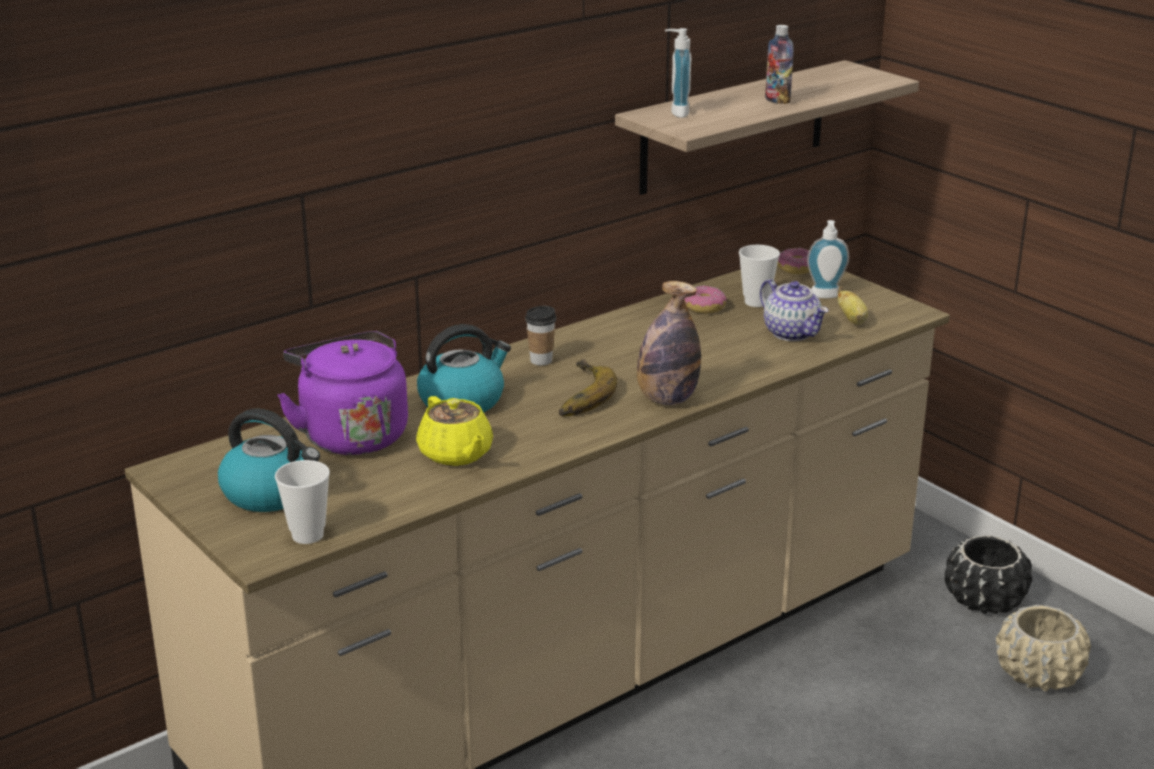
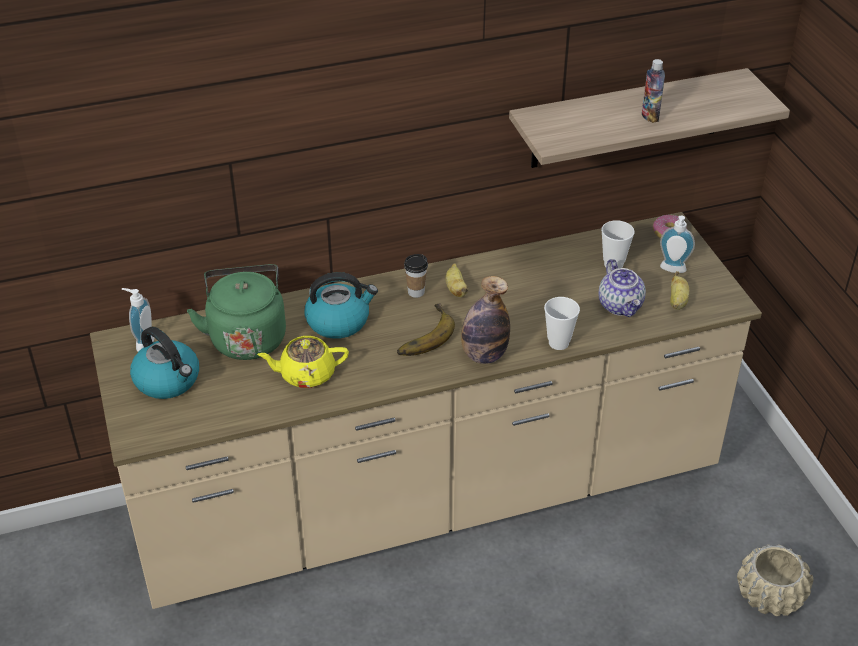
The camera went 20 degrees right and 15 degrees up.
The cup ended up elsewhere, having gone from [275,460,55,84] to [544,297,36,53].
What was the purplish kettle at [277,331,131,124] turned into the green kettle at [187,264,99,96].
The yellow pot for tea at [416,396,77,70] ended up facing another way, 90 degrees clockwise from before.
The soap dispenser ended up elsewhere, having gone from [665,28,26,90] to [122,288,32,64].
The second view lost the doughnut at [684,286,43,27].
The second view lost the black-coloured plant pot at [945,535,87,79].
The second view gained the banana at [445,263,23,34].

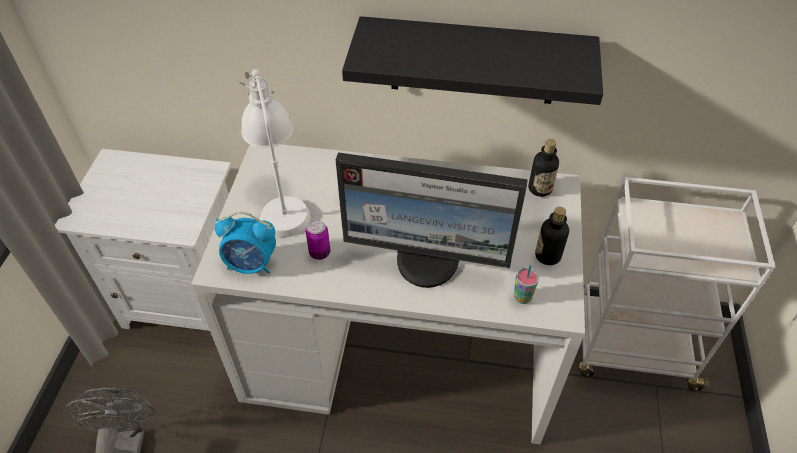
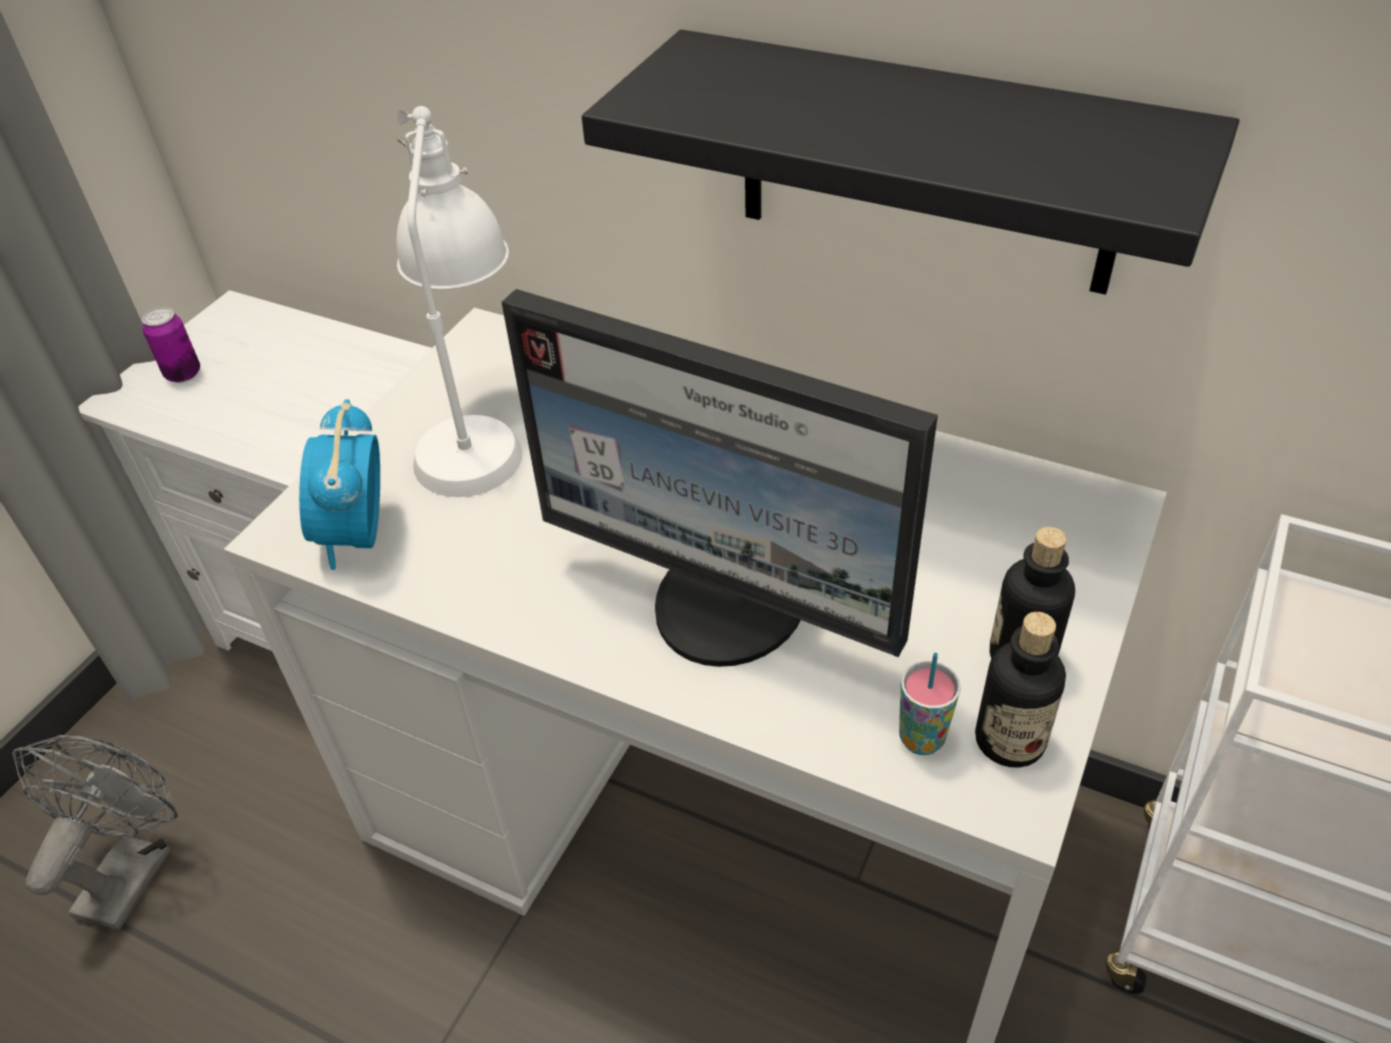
The camera went 20 degrees right and 5 degrees down.
The table clock at [215,212,61,62] ended up facing another way, 60 degrees clockwise from before.
The sealed can ended up elsewhere, having gone from [306,220,24,40] to [142,307,58,76].
The drink bottle ended up elsewhere, having gone from [528,139,31,58] to [975,612,91,156].

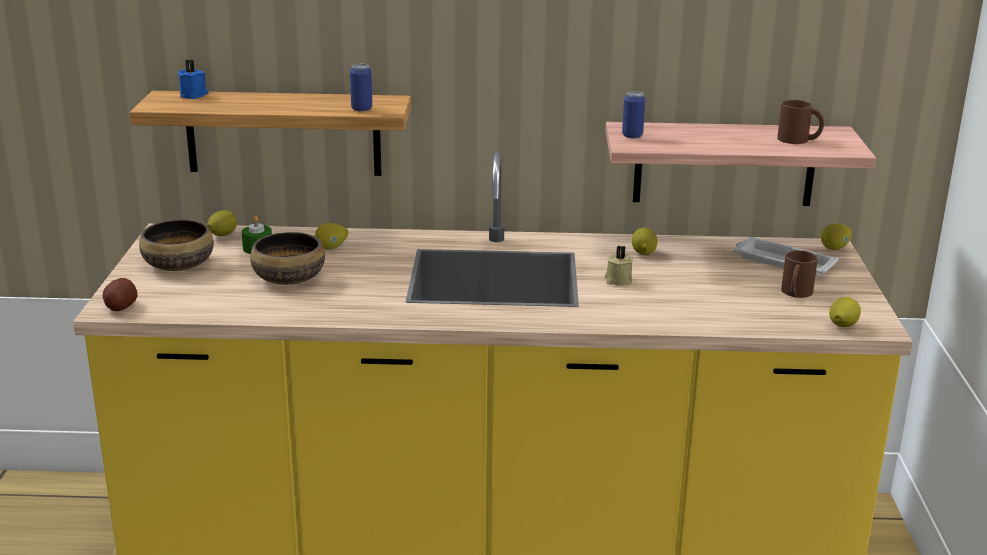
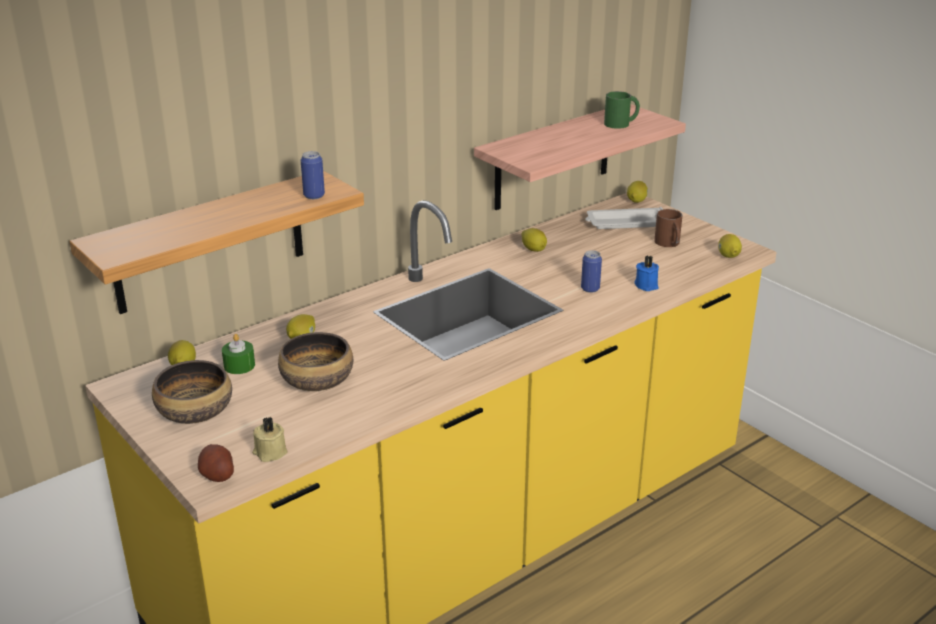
The camera went 40 degrees left and 5 degrees up.
The blue candle ended up elsewhere, having gone from [178,59,31,40] to [634,255,25,36].
The beige-coloured candle ended up elsewhere, having gone from [605,245,28,41] to [252,417,35,45].
The sealed can ended up elsewhere, having gone from [622,91,23,47] to [581,250,21,43].
What was the brownish coffee mug at [777,100,47,44] turned into the green coffee mug at [604,91,36,38].

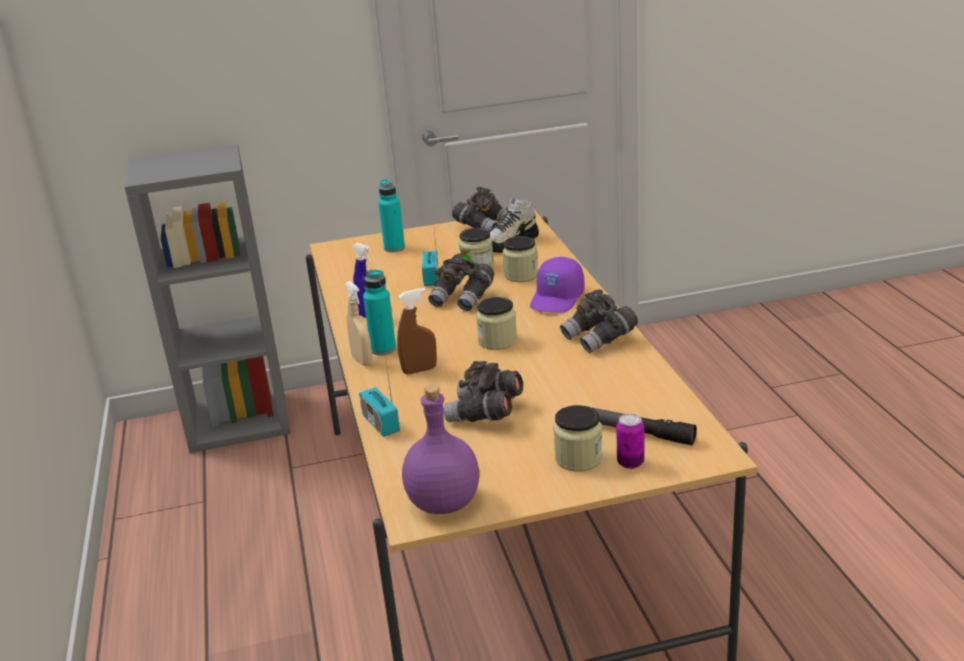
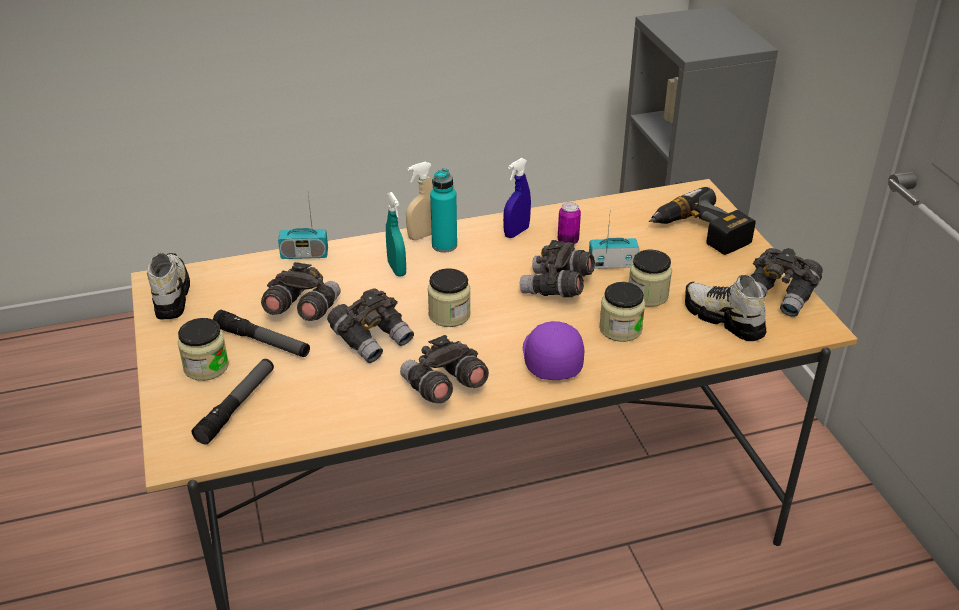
The camera went 85 degrees right and 10 degrees up.
The radio receiver at [359,362,41,75] ended up facing another way, 150 degrees counterclockwise from before.
Where the turquoise-coloured drink bottle stood at [378,179,27,73], the drill came to stand at [649,187,107,68].
What was the brownish spray bottle at [397,288,40,86] turned into the turquoise-coloured spray bottle at [386,192,20,85].
Where the purplish drink bottle stood at [402,385,77,129], the shoe came to stand at [147,253,43,66].
The purplish cap at [530,257,55,56] ended up facing another way, 60 degrees clockwise from before.
The sealed can ended up elsewhere, having gone from [616,414,28,55] to [558,202,23,42].
The second view gained the torch at [213,310,97,47].
The second view gained the gray binoculars at [327,288,87,75].

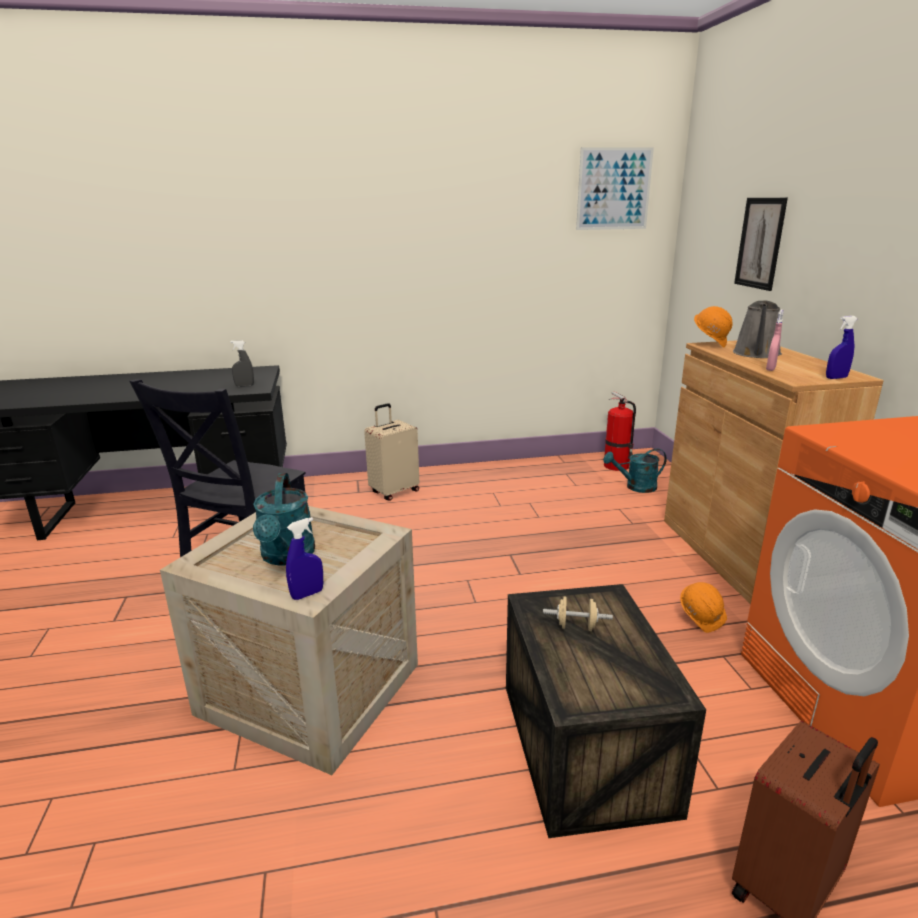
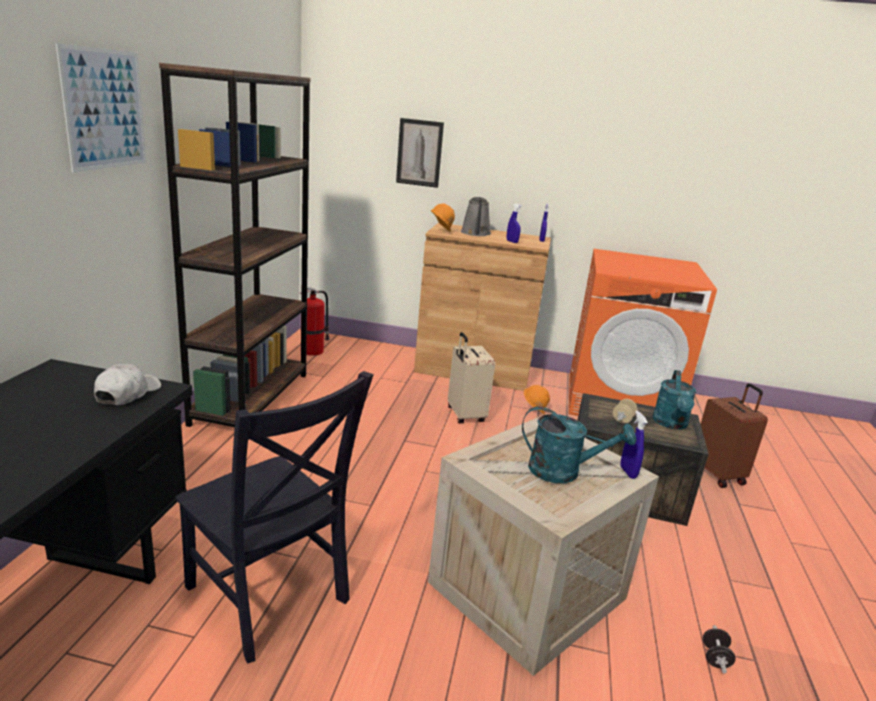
The camera went 70 degrees left and 0 degrees up.
Where the gray spray bottle stood at [230,340,24,47], the white-coloured cap came to stand at [94,364,67,41].
The beige-coloured suitcase ended up elsewhere, having gone from [364,403,55,98] to [448,332,47,91].
The picture ended up elsewhere, having gone from [576,147,78,83] to [55,43,92,130].
The turquoise-coloured sprinkling can ended up elsewhere, having gone from [603,449,64,44] to [653,370,44,59].
The gray sprinkling can at [733,301,49,57] ended up facing another way, 45 degrees clockwise from before.
What was the pink-coloured spray bottle at [766,310,18,61] turned into the blue spray bottle at [507,203,15,40].
The second view gained the brownish bookshelf at [159,63,152,364].
The second view gained the black-coloured hand weight at [703,625,33,49].

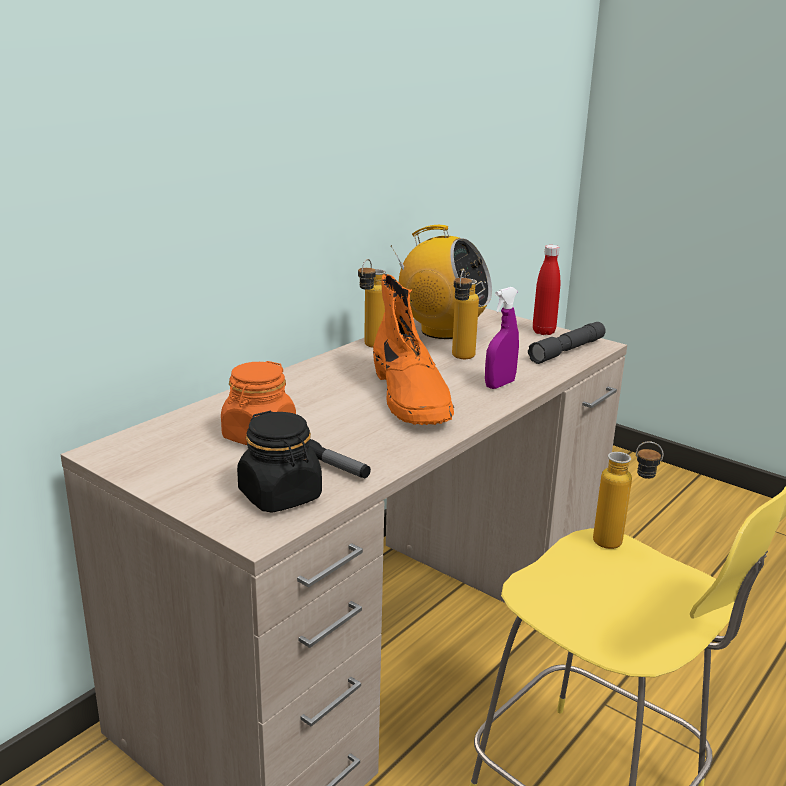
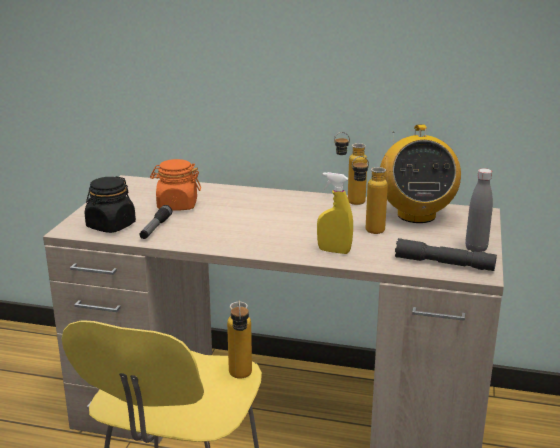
The camera went 65 degrees right and 0 degrees up.
The second view lost the orange high-top boot at [373,274,81,151].
What was the purplish spray bottle at [485,287,34,102] turned into the yellow spray bottle at [317,172,36,82].
What was the reddish drink bottle at [533,245,27,90] turned into the gray drink bottle at [465,168,28,84].

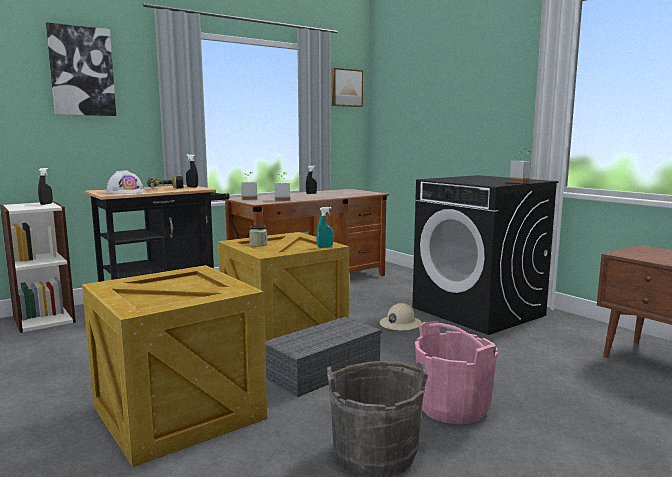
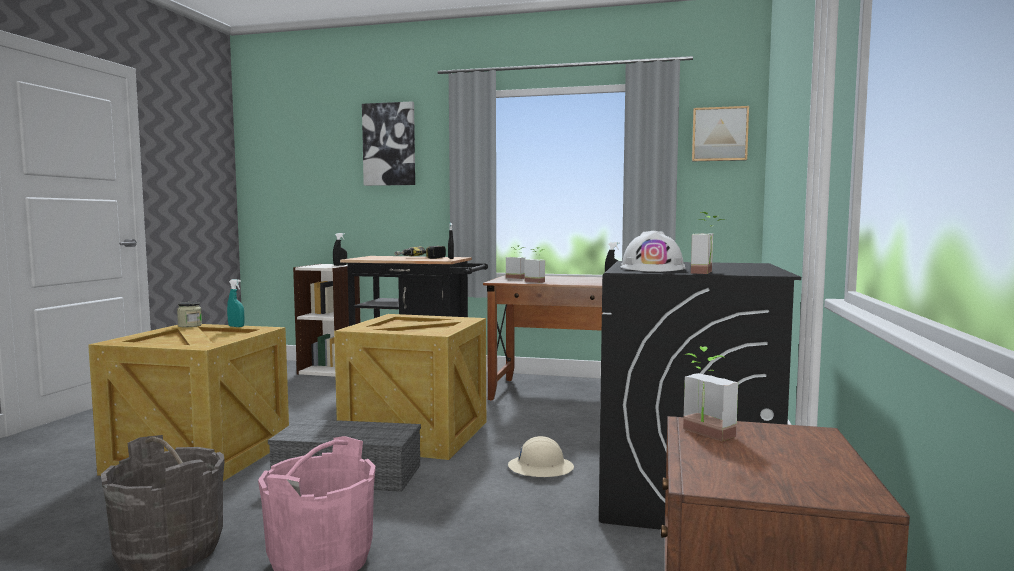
The camera went 50 degrees right and 5 degrees down.
The white-coloured safety helmet ended up elsewhere, having gone from [106,170,39,24] to [621,231,64,41].
The storage jar ended up elsewhere, having gone from [249,225,18,22] to [177,302,25,25].
The turquoise-coloured spray bottle ended up elsewhere, having gone from [316,207,18,41] to [227,279,17,48].
The second view gained the houseplant at [683,346,55,95].

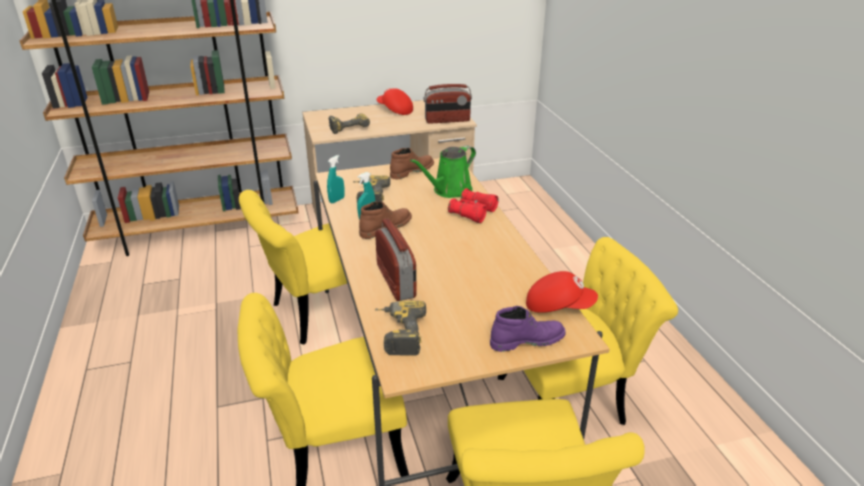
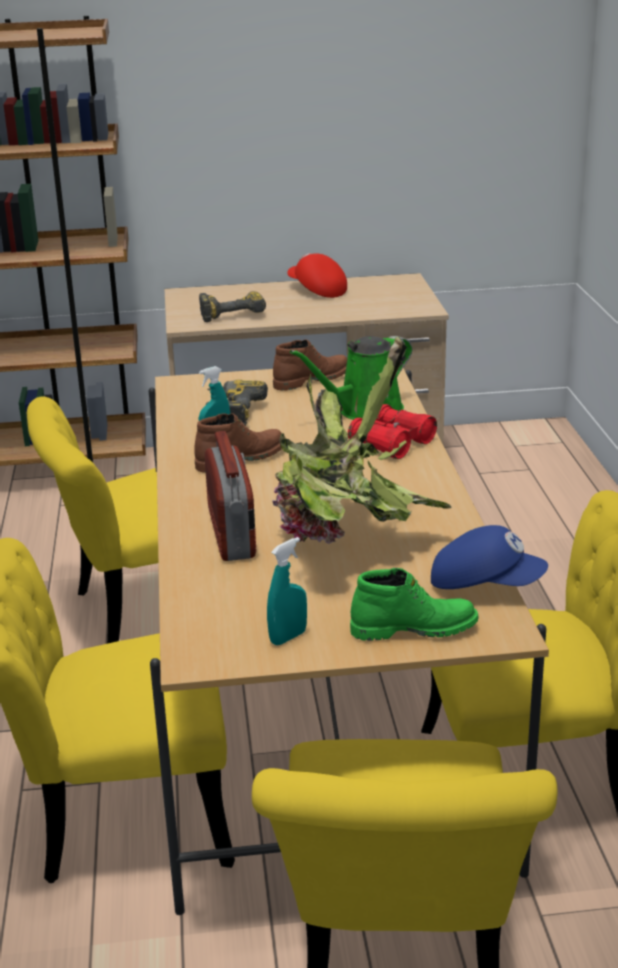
The camera went 10 degrees right and 5 degrees down.
The turquoise-coloured spray bottle ended up elsewhere, having gone from [327,155,18,48] to [267,537,40,108].
The second view lost the drill at [375,301,51,54].
The second view lost the radio receiver at [424,84,48,40].
What was the purplish high-top boot at [490,306,76,46] turned into the green high-top boot at [350,568,128,73].
What was the reddish cap at [526,271,72,42] turned into the blue cap at [431,525,117,64].
The second view gained the houseplant at [272,336,179,208].

